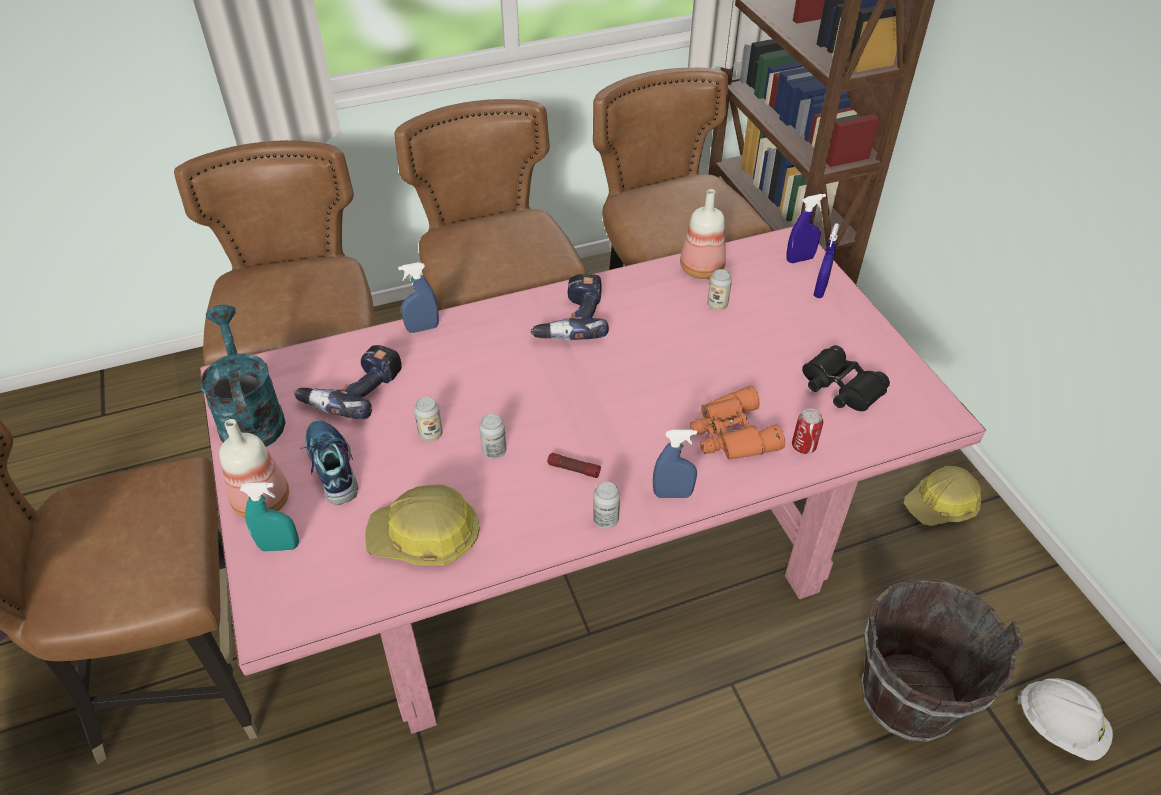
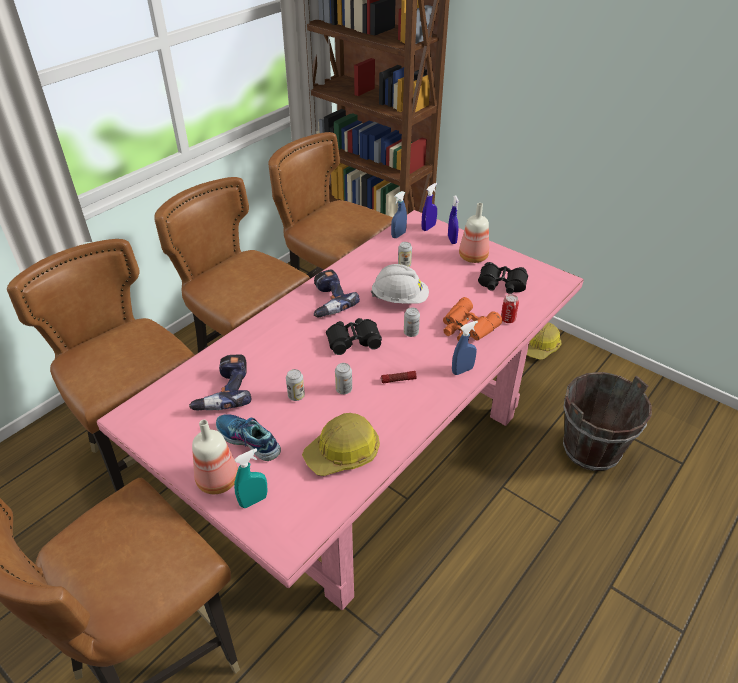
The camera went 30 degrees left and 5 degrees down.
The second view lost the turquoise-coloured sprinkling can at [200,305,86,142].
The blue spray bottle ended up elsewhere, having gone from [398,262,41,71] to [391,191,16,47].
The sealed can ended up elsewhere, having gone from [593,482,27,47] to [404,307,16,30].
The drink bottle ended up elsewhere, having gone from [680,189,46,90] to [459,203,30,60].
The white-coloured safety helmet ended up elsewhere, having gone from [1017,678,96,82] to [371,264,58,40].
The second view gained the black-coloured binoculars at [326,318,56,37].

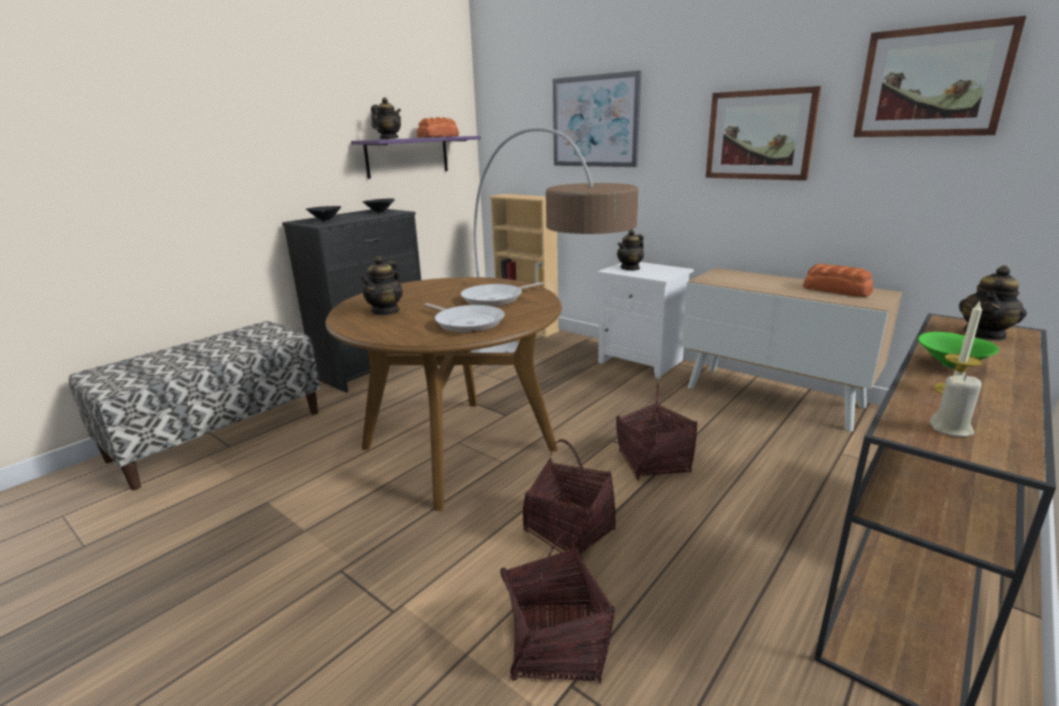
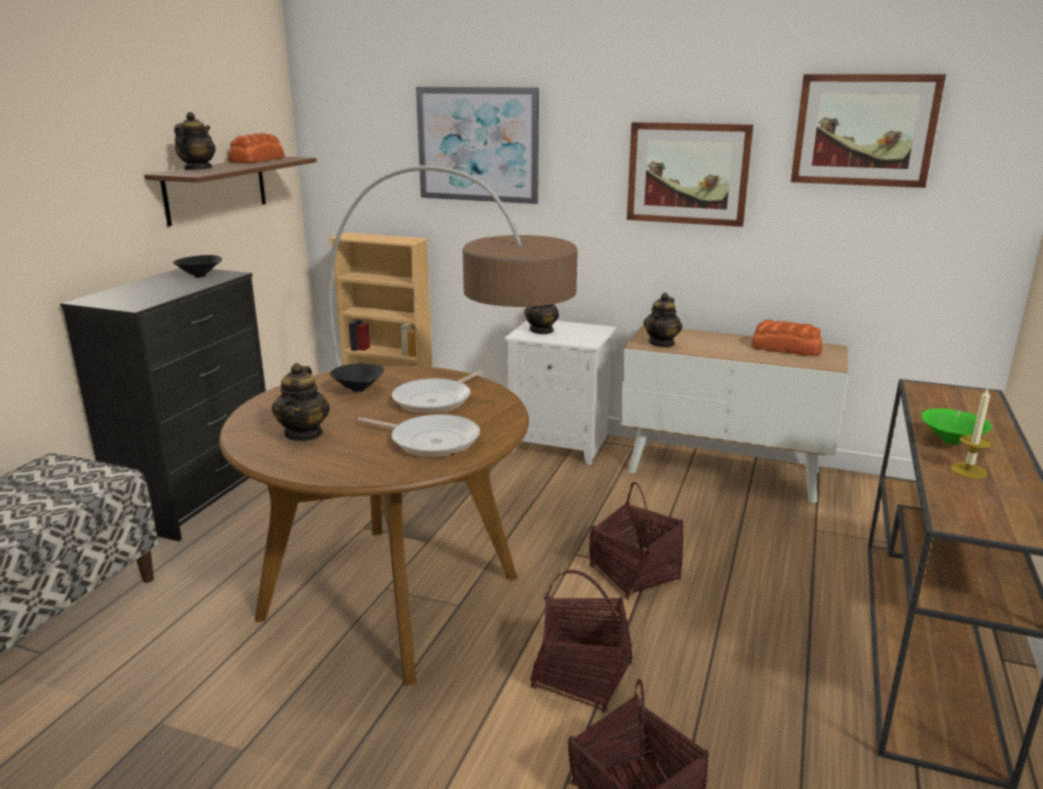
The camera went 20 degrees left and 0 degrees up.
The black-coloured serving bowl ended up elsewhere, having gone from [306,206,35,16] to [330,363,54,30].
What was the purplish wall shelf at [351,136,130,43] turned into the brownish wall shelf at [144,157,173,69].
The second view lost the beige-coloured candle at [929,375,53,62].
The pot for tea ended up elsewhere, having gone from [959,265,68,76] to [644,293,38,54].

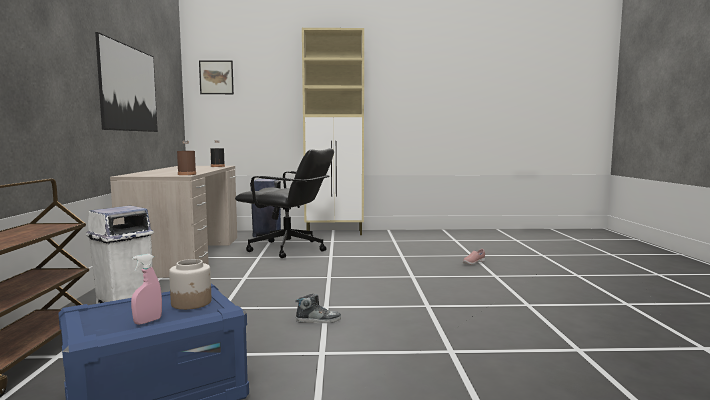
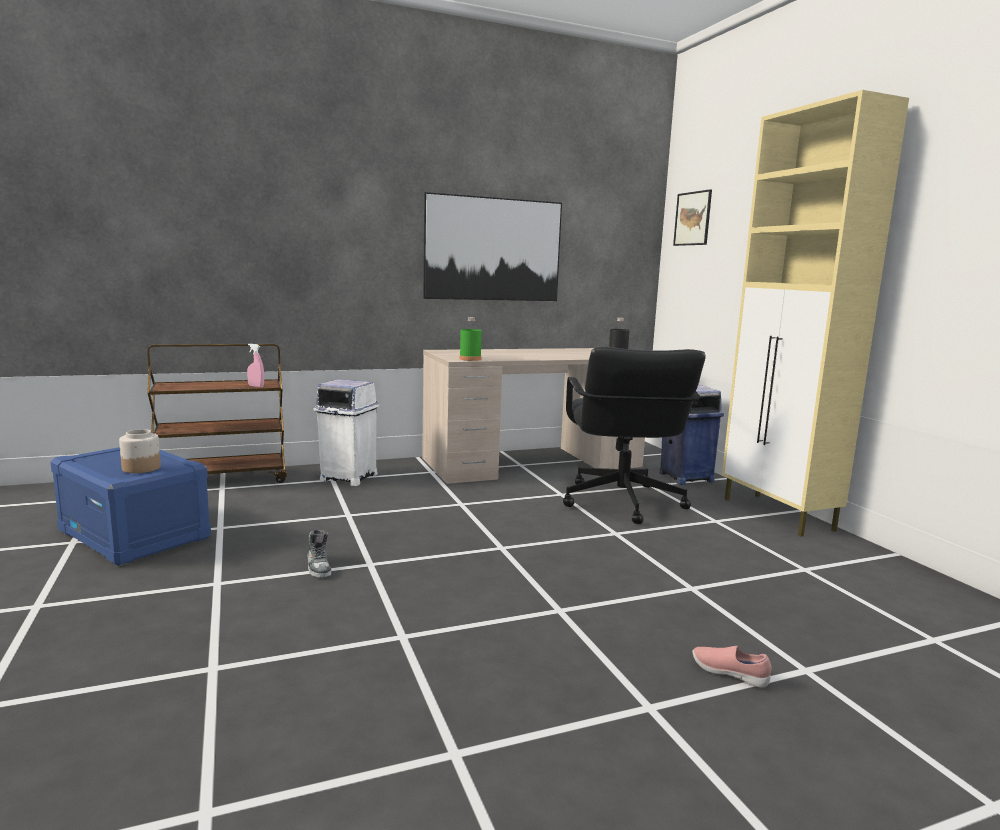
The camera went 70 degrees right and 5 degrees up.
The pink-coloured spray bottle ended up elsewhere, having gone from [131,254,31,71] to [247,344,17,43].
What was the brownish drink bottle at [177,141,19,34] turned into the green drink bottle at [460,317,22,44].

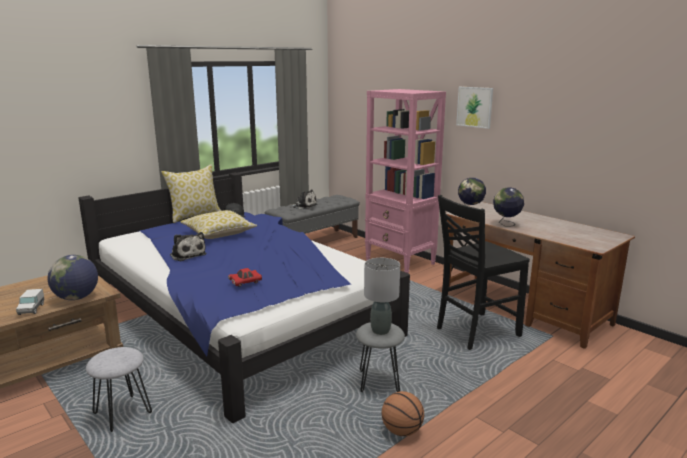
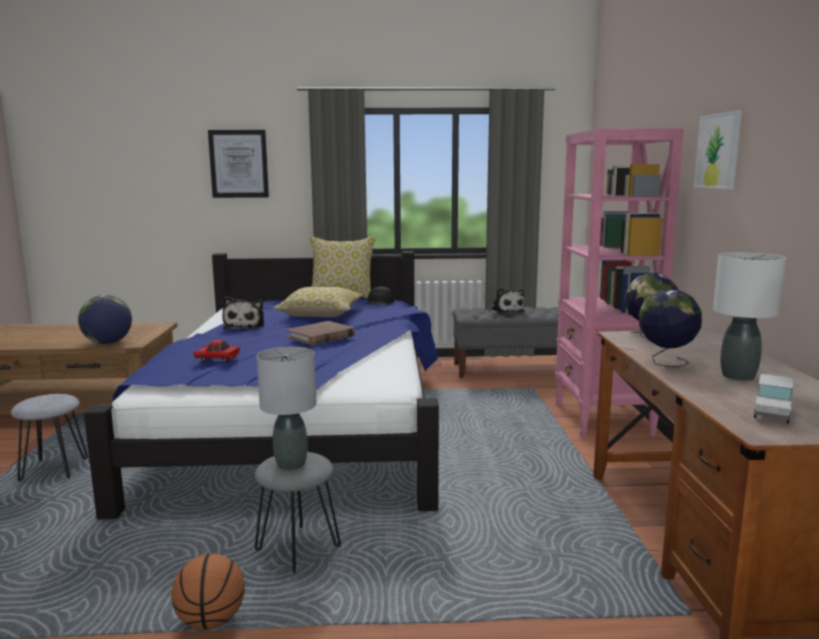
The camera went 40 degrees right and 5 degrees down.
The model truck ended up elsewhere, having gone from [16,289,28,26] to [754,374,40,50].
The second view lost the black-coloured plain chair at [437,195,93,155].
The second view gained the picture at [208,130,61,68].
The second view gained the brownish bound book at [287,321,68,24].
The second view gained the white-coloured lamp for a table at [713,253,73,128].

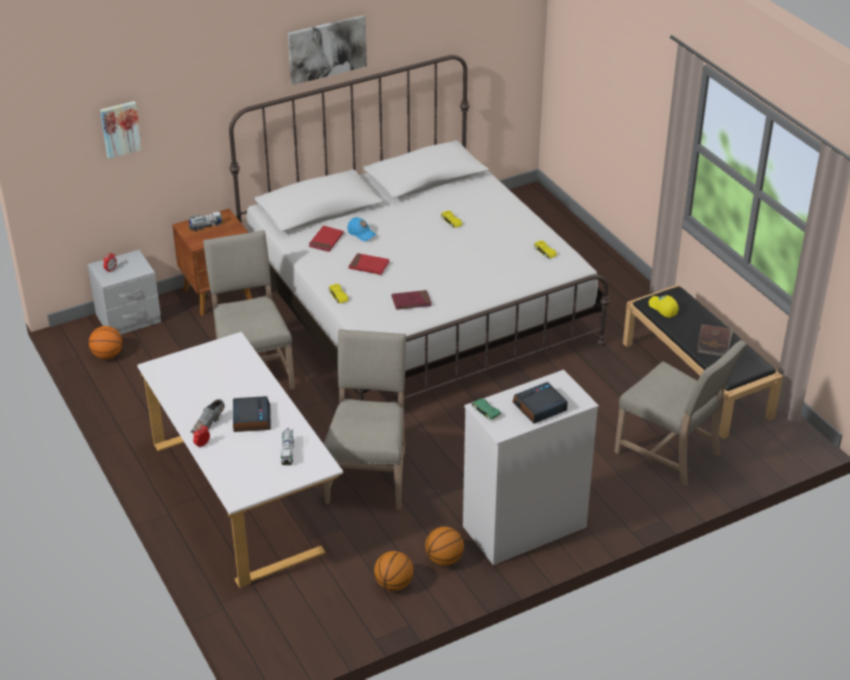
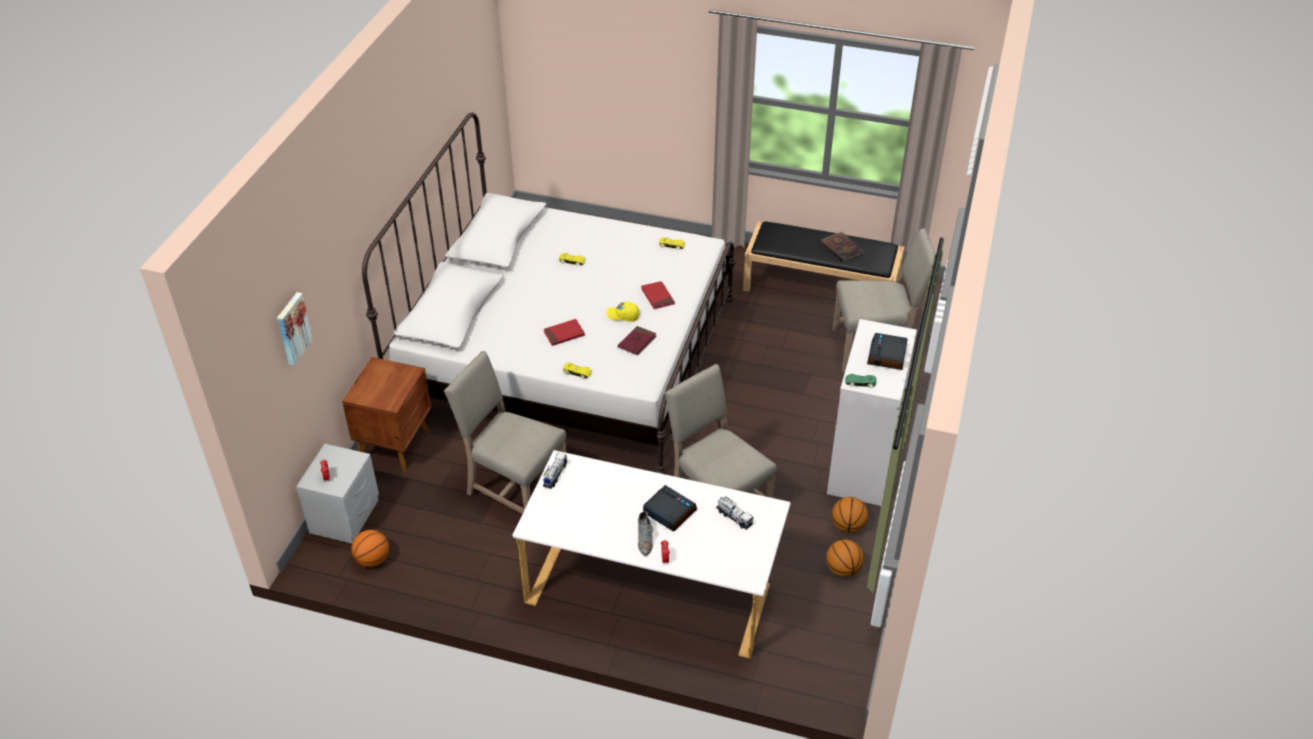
The camera went 45 degrees left and 5 degrees up.
The model truck ended up elsewhere, having gone from [188,211,34,20] to [543,452,24,37].
The second view lost the picture at [287,15,80,70].
The reddish bound book ended up elsewhere, having gone from [309,226,35,26] to [641,281,34,28].
The second view lost the blue cap at [347,218,30,23].
The yellow cap ended up elsewhere, having gone from [649,295,30,23] to [607,302,32,20].

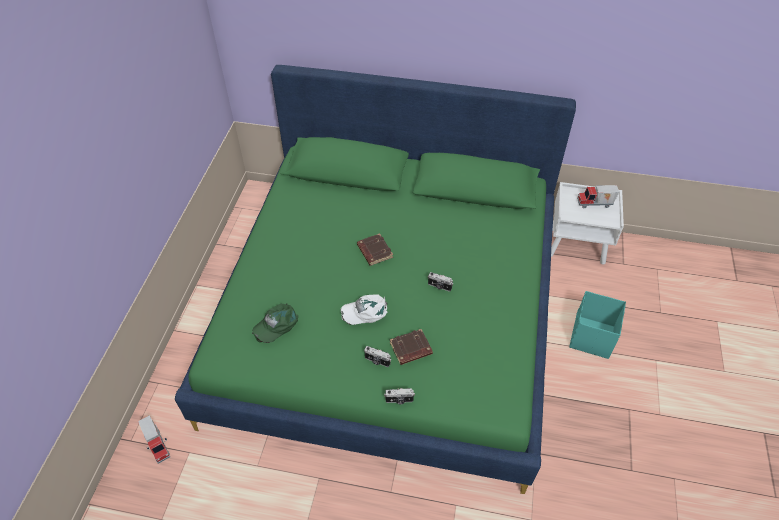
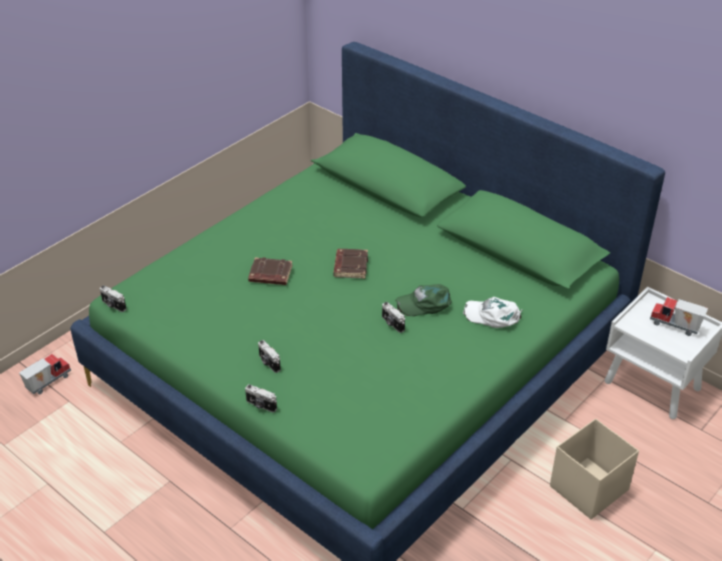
The camera went 30 degrees right and 10 degrees down.
The model truck at [138,415,32,49] ended up facing another way, 135 degrees counterclockwise from before.
The green cap ended up elsewhere, having gone from [252,303,46,40] to [396,284,56,32].
The white-coloured cap ended up elsewhere, having gone from [340,294,47,31] to [463,297,60,31].
The brownish bound book ended up elsewhere, having gone from [390,329,43,36] to [248,257,45,28].
What was the turquoise-coloured storage container at [569,291,57,68] turned into the beige-coloured storage container at [550,419,89,100].
The second view gained the still camera at [100,285,27,27].

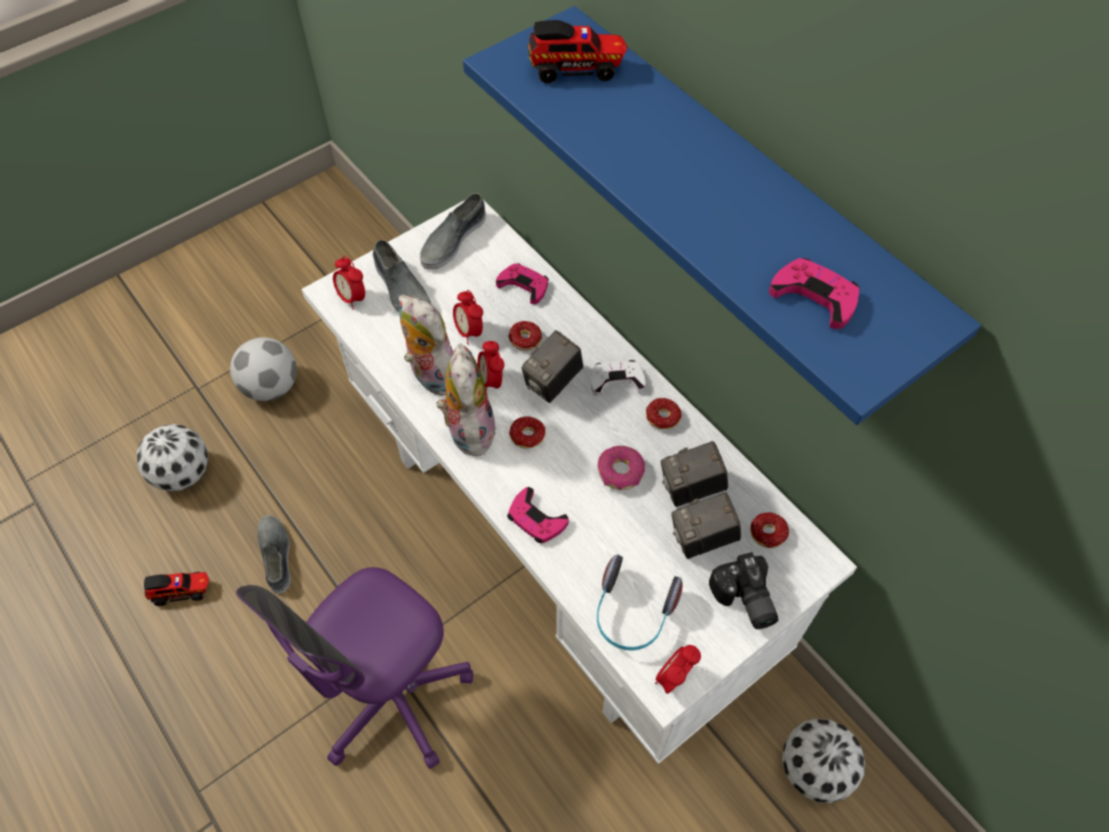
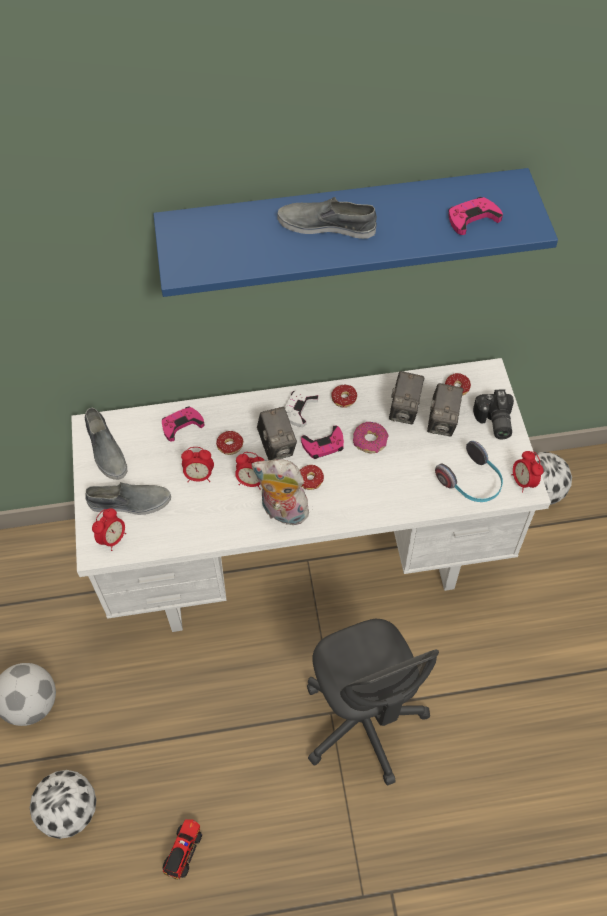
The camera went 60 degrees left and 0 degrees up.
What was the purplish office chair at [236,567,237,202] turned into the gray office chair at [307,619,132,167].
The gray shoe ended up elsewhere, having gone from [257,515,34,79] to [278,197,99,42].
The table clock at [333,256,32,54] ended up facing another way, 45 degrees counterclockwise from before.
The second view lost the plush toy at [399,295,54,101].
The pink-coloured joypad ended up elsewhere, having gone from [507,487,62,56] to [301,426,43,33].
The second view lost the model truck at [528,20,100,63].
The still camera at [709,552,69,77] ended up facing another way, 75 degrees clockwise from before.

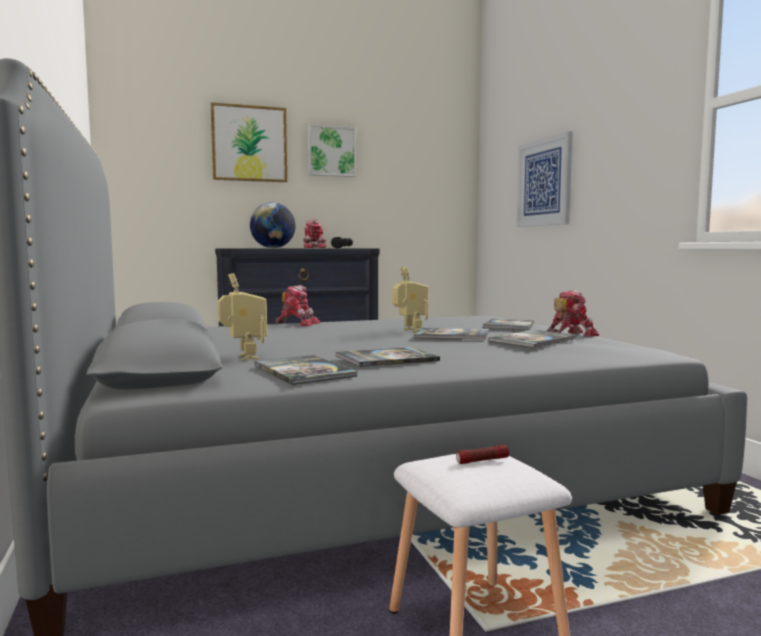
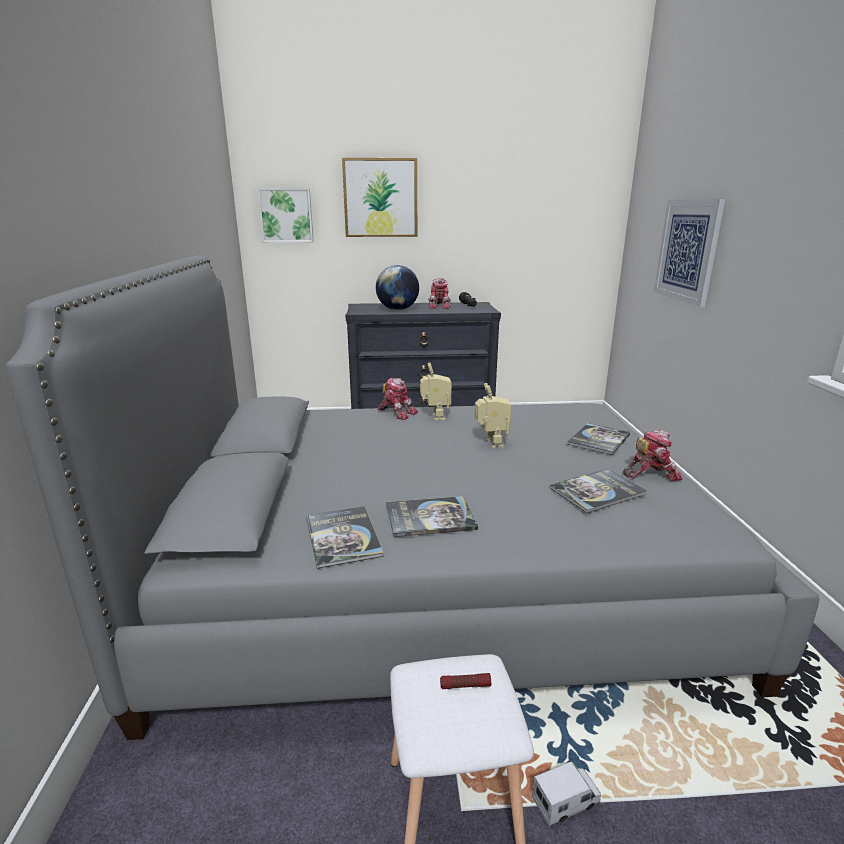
The camera went 15 degrees right and 15 degrees up.
The toy robot ended up elsewhere, having gone from [218,273,49,87] to [420,362,32,58].
The picture ended up elsewhere, having gone from [308,124,48,53] to [257,188,57,54].
The second view lost the bound book at [414,328,75,11].
The second view gained the model truck at [532,760,69,67].

